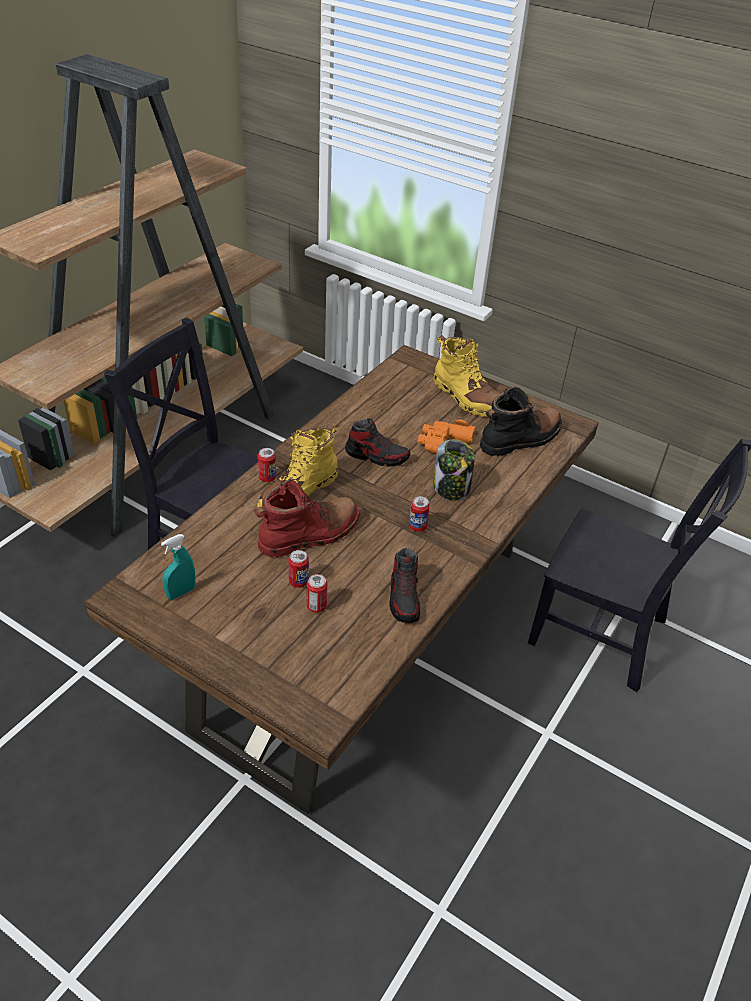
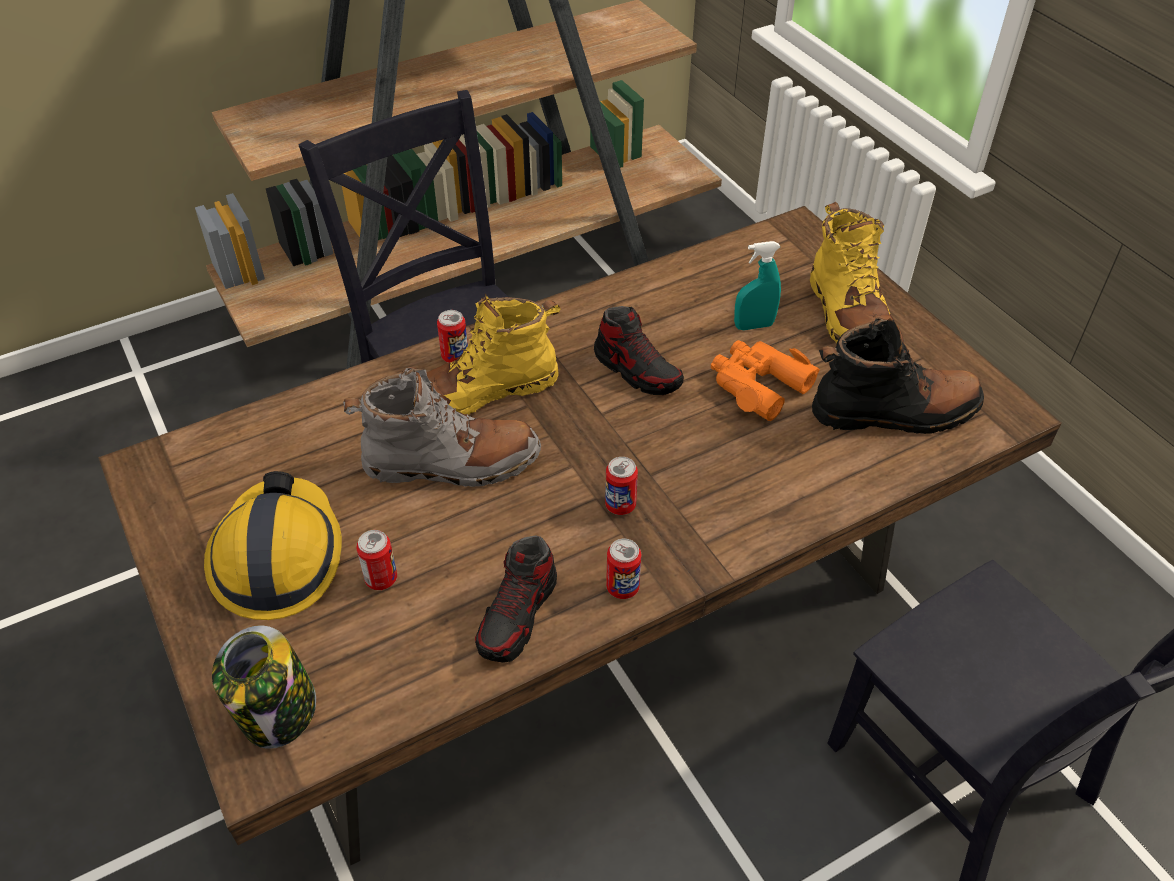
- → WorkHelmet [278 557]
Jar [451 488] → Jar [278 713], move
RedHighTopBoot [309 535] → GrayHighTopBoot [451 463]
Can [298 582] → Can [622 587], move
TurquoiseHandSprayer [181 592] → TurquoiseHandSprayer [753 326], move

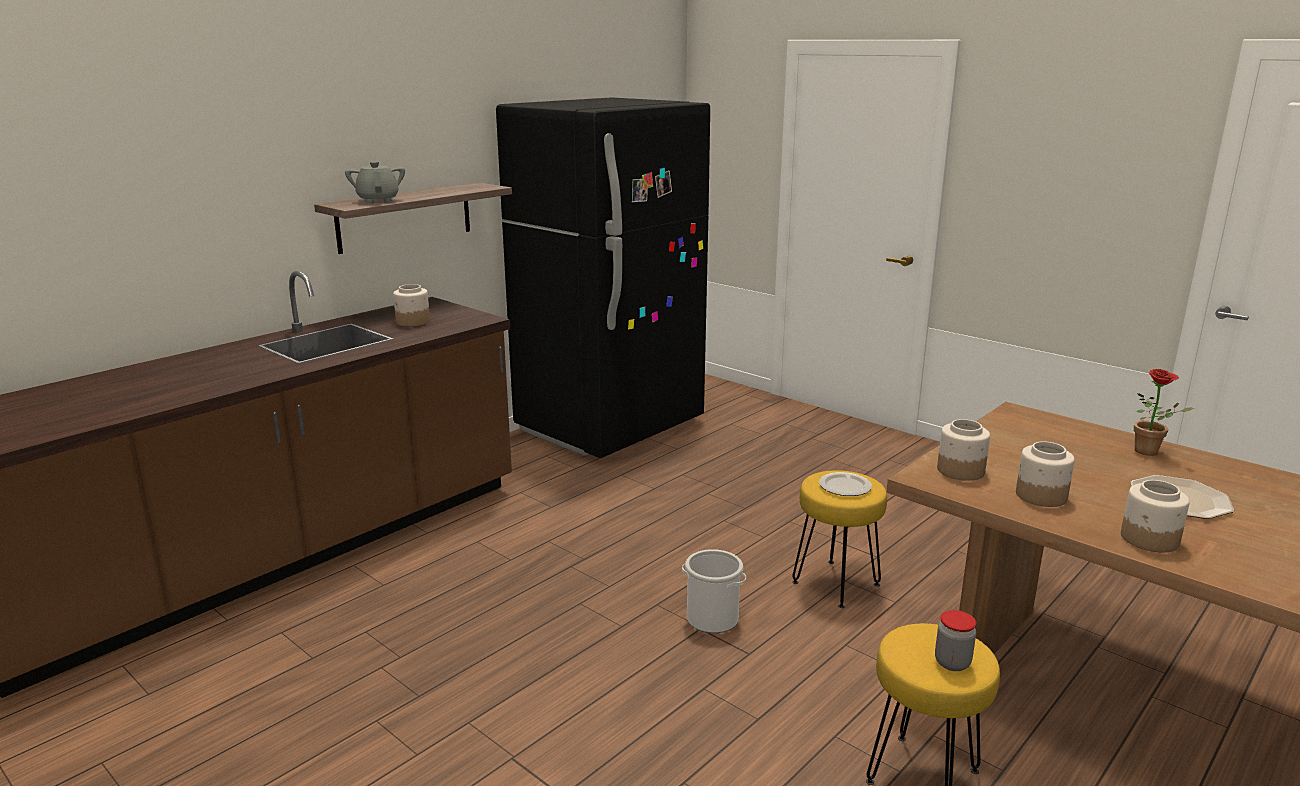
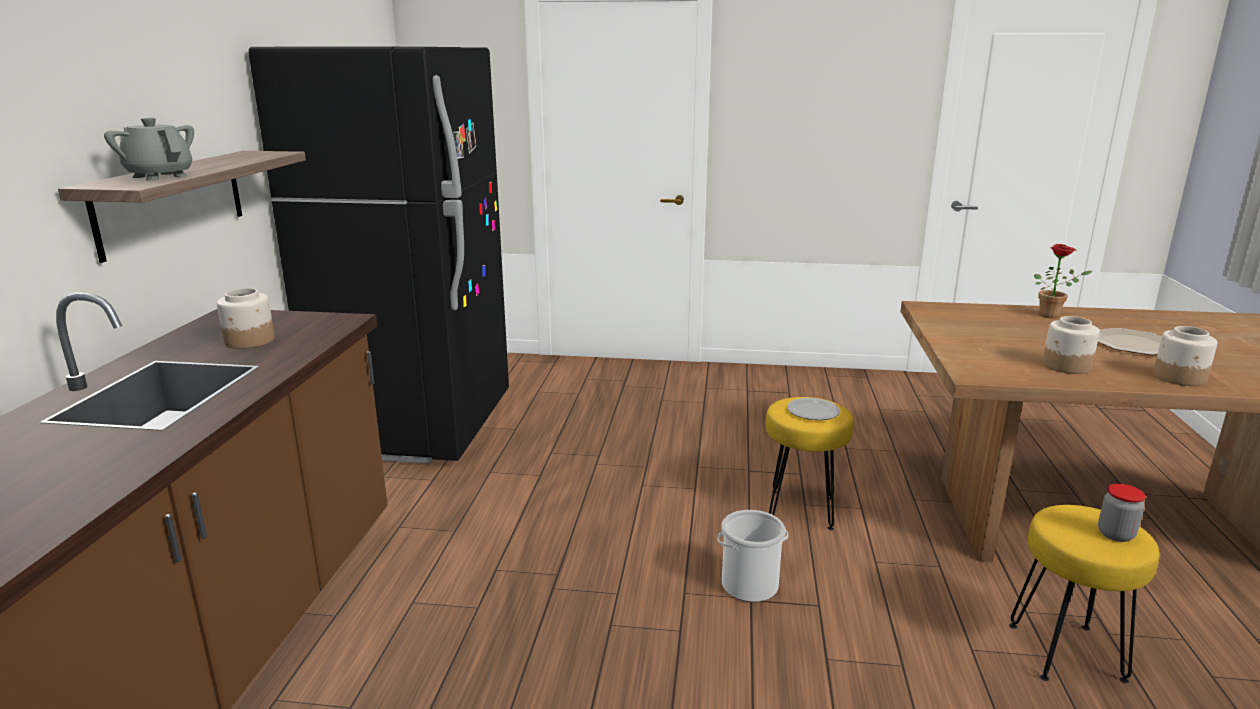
Jar [960 471] → -

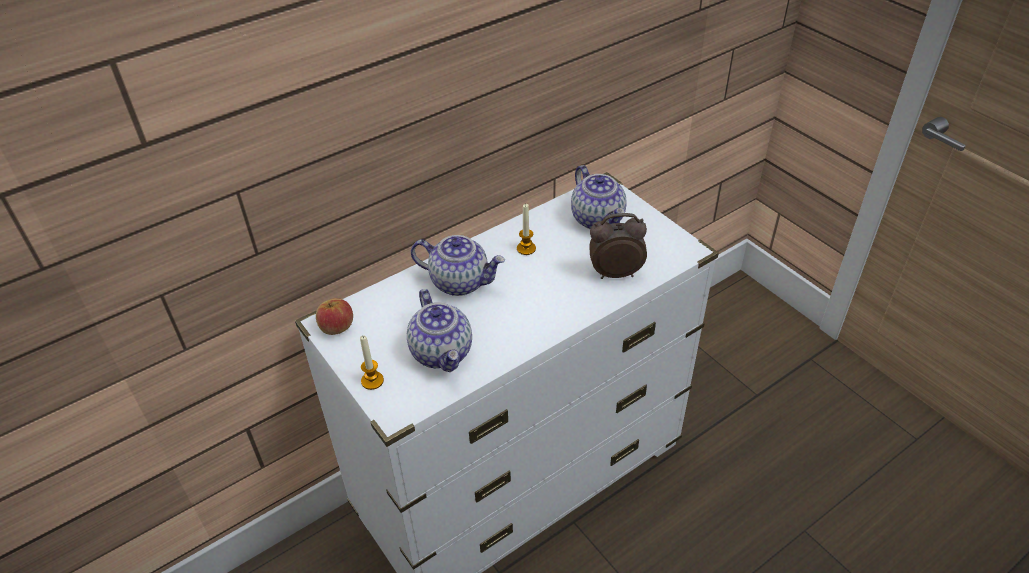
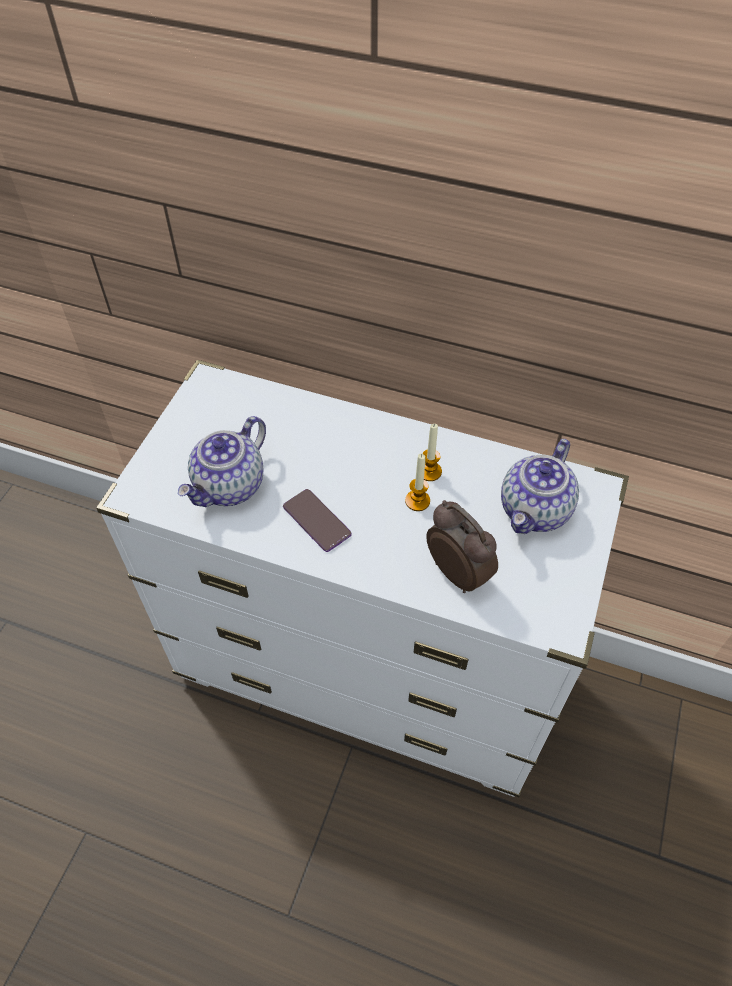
- → Telephone [316 521]
WaxCandle [372 381] → WaxCandle [417 501], move
AppleFruit [336 327] → -
TeaPot [460 282] → -

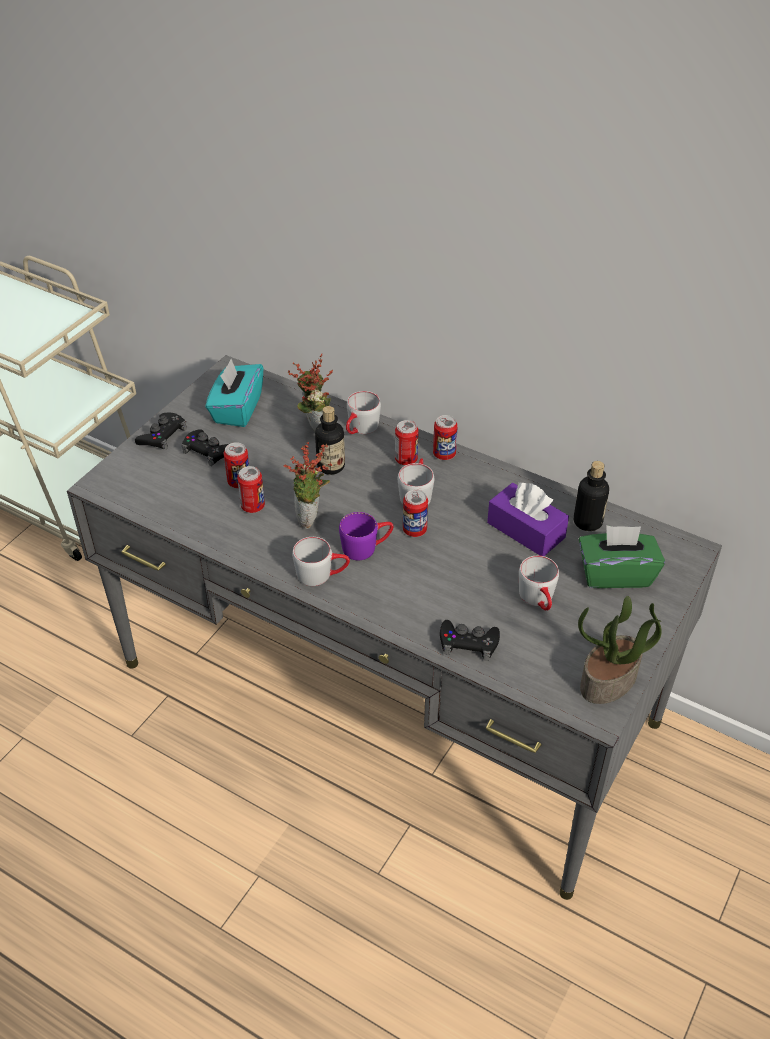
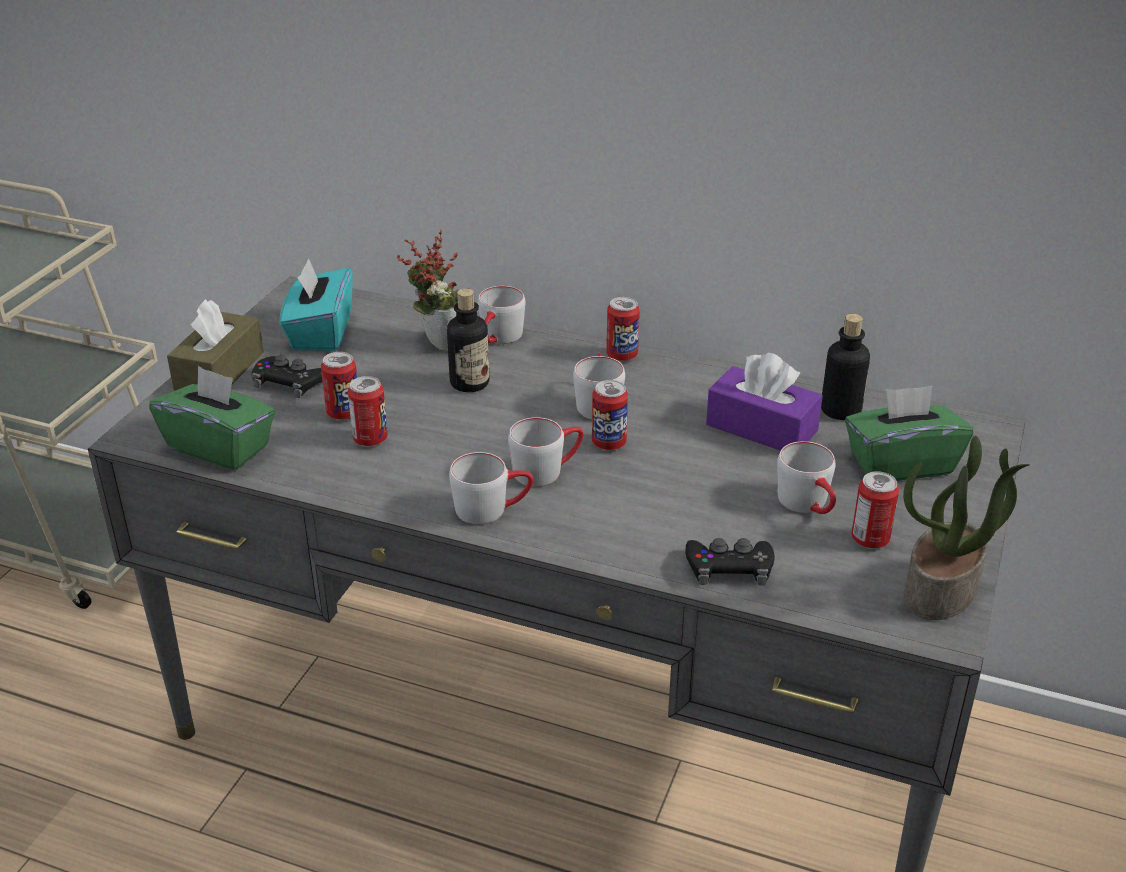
- → GreenColouredBoxOfTissues [220 447]
BlackishJoypad [162 436] → BrownishBoxOfTissues [219 371]
PurpleCoffeeMug [366 547] → GrayCoffeeMug [547 469]
Can [406 459] → Can [870 539], move
PlantInAPot [311 520] → -

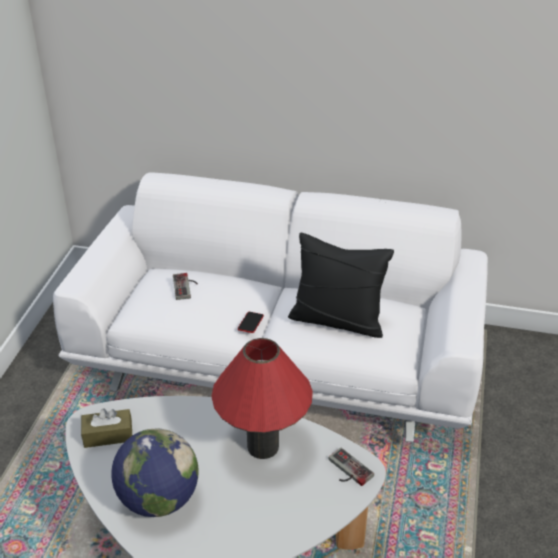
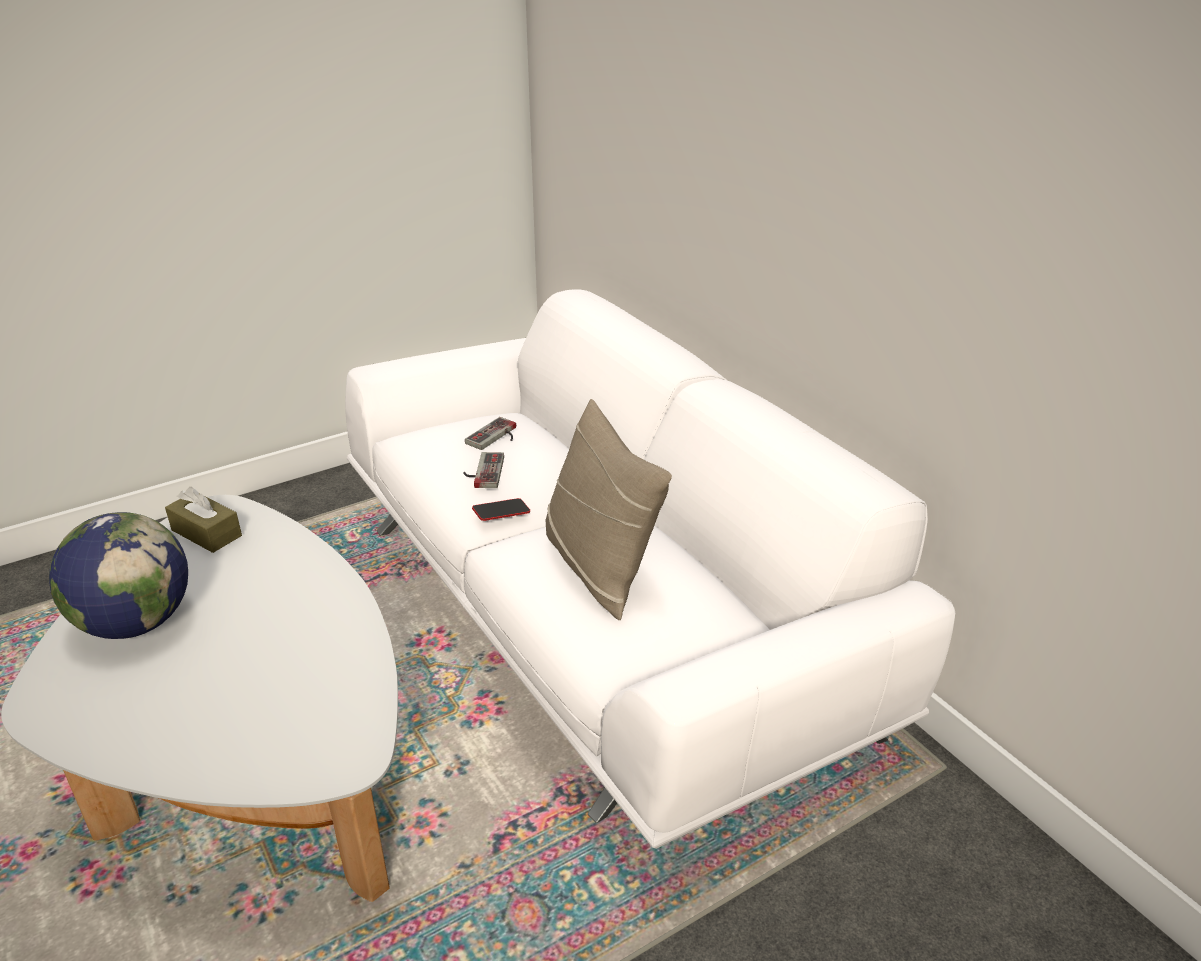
Joypad [347 470] → Joypad [482 472], move
BlackishCushion [337 320] → BeigeColouredCushion [600 567]
RedLampForATable [263 446] → -

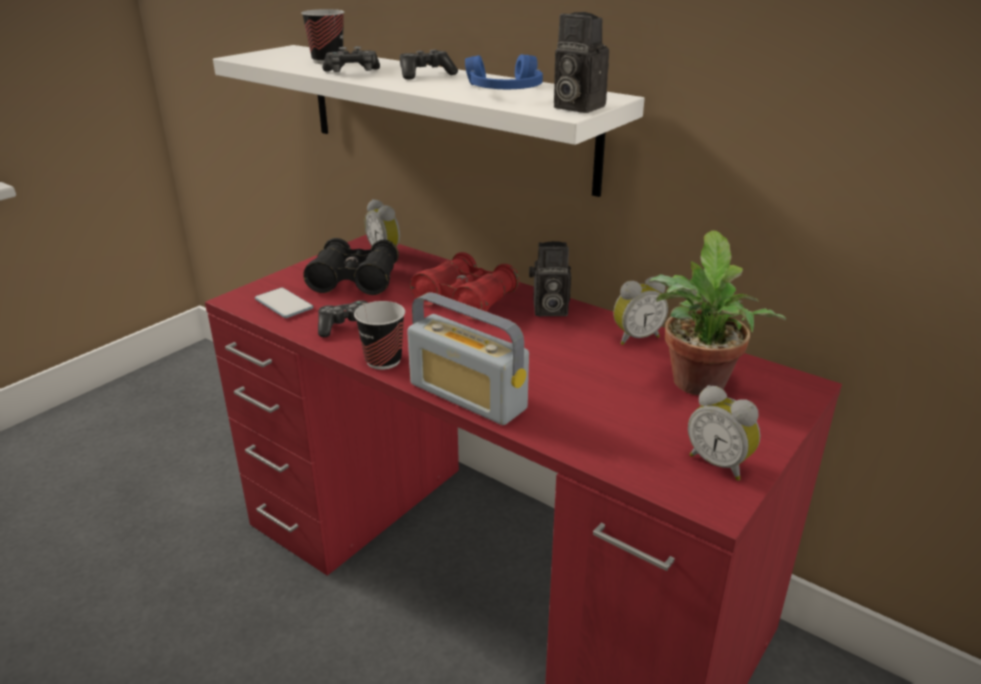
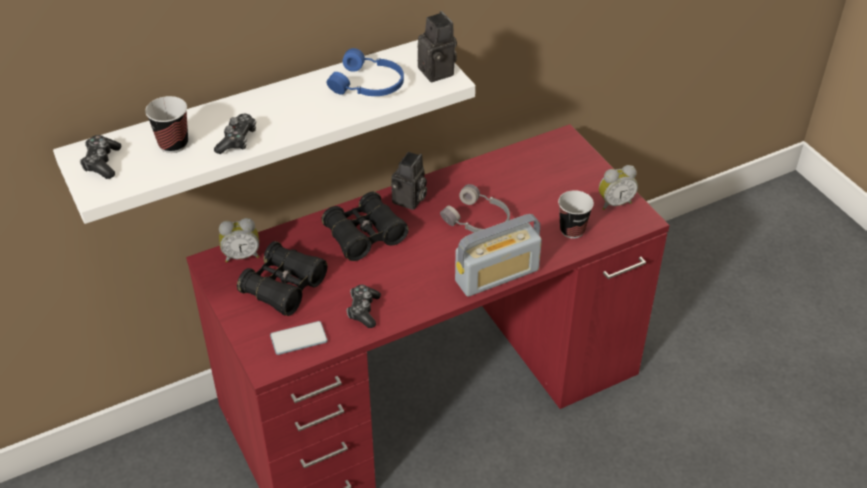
Joypad [426 75] → Joypad [102 163], move
RedFieldGlasses [466 300] → BlackishFieldGlasses [365 236]
StillCamera [575 107] → StillCamera [439 72], 90 degrees counterclockwise
- → GrayPairOfHeadphones [477 220]
Cup [383 361] → Cup [572 230], move
AlarmClock [635 337] → -
PlantInAPot [698 386] → -

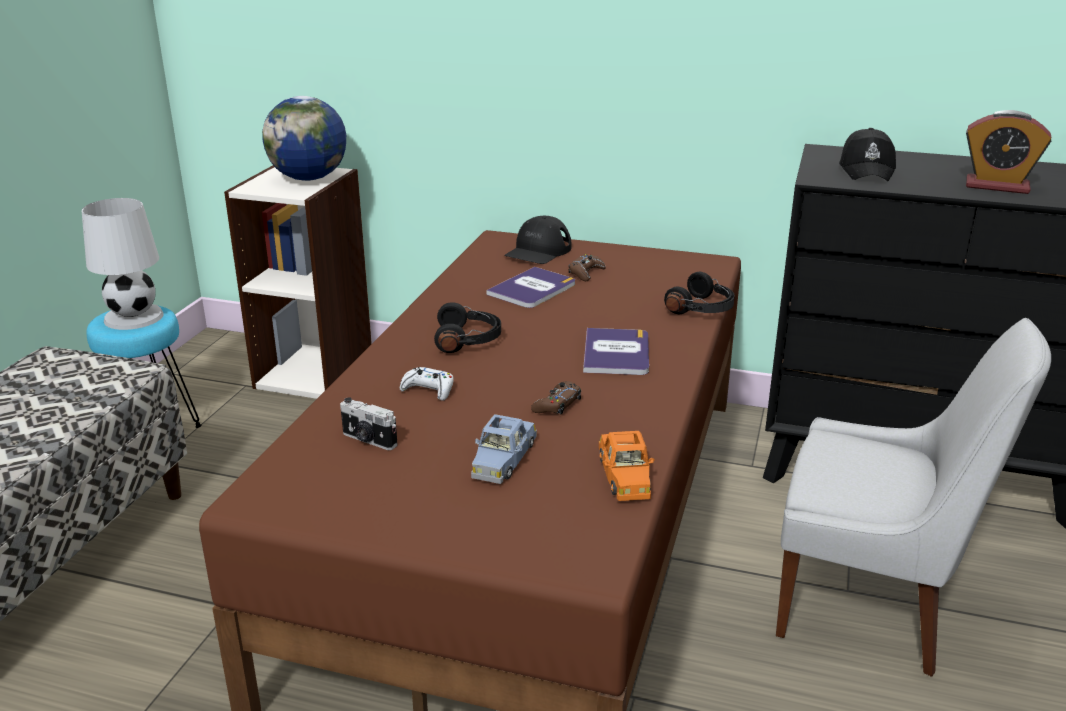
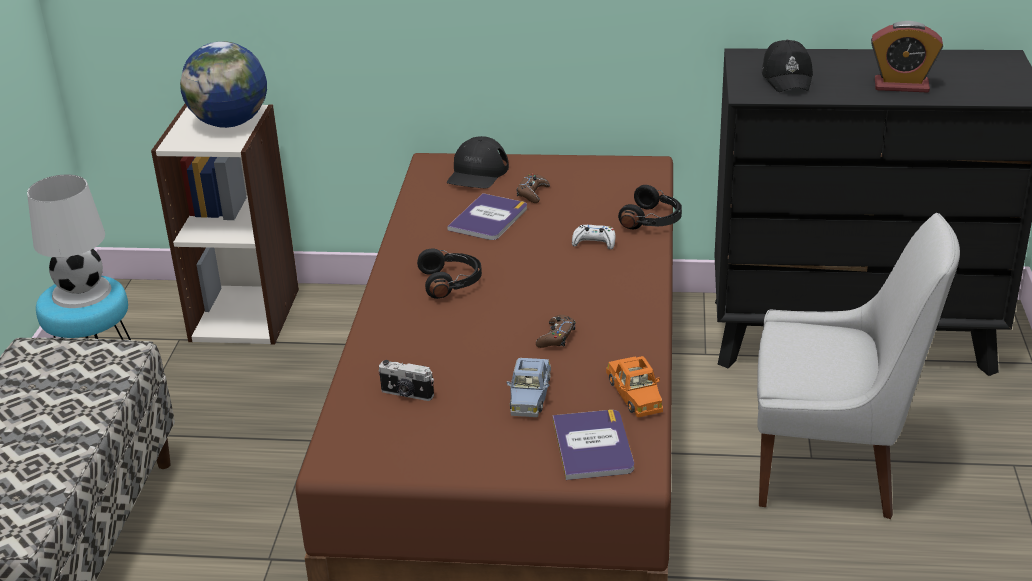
Volume [616 353] → Volume [593 446], move
WhiteColouredJoypad [428 390] → WhiteColouredJoypad [594 242], move

